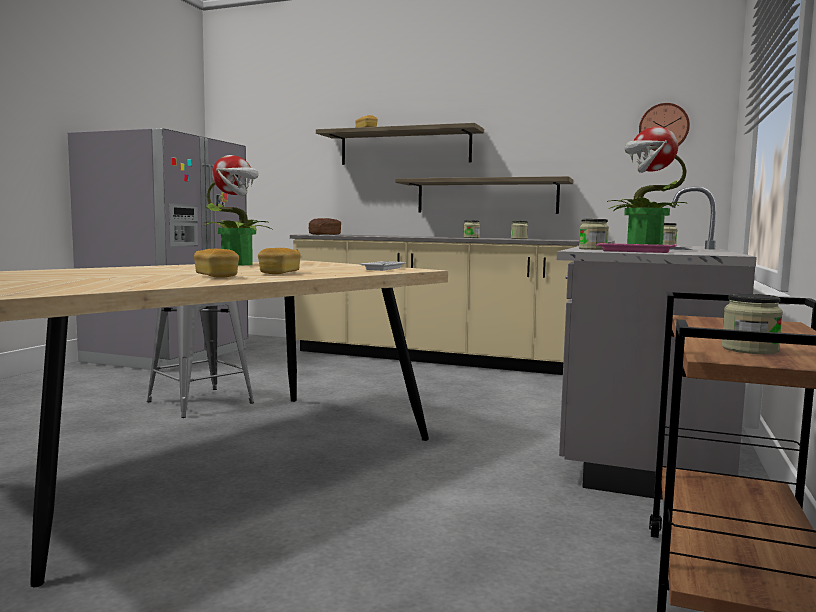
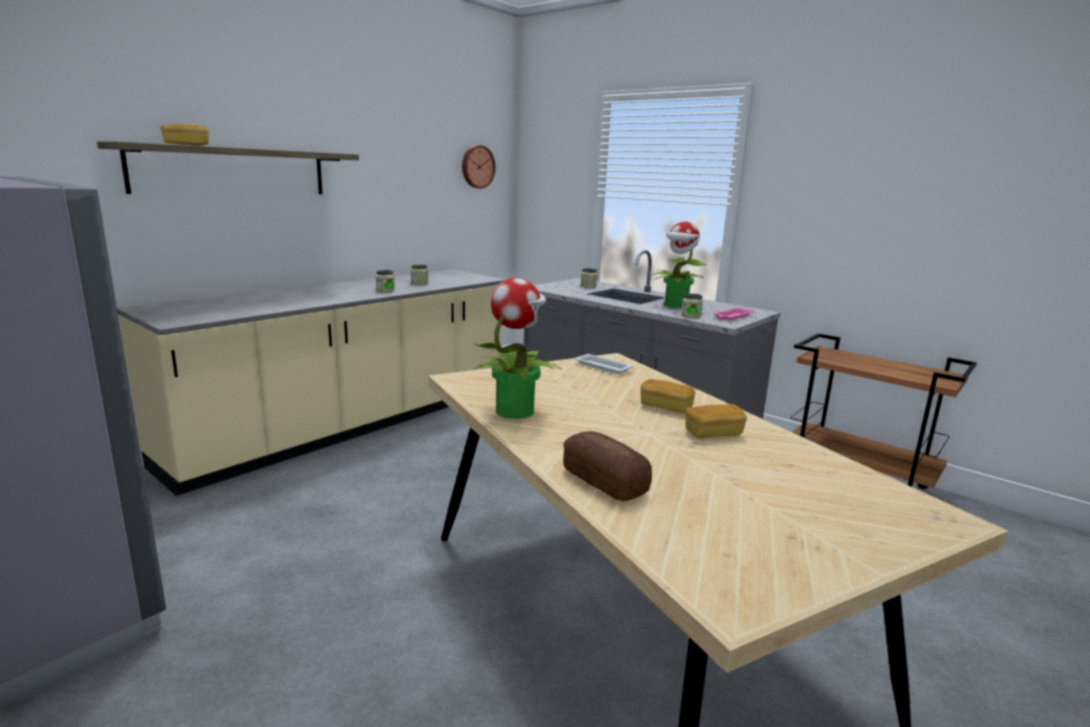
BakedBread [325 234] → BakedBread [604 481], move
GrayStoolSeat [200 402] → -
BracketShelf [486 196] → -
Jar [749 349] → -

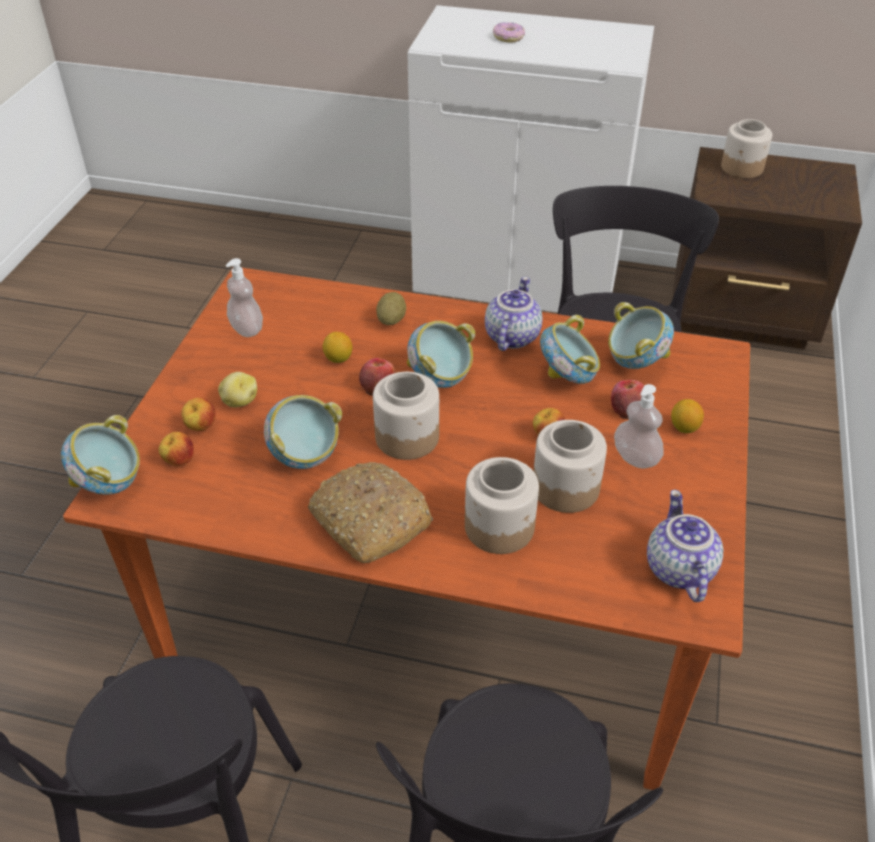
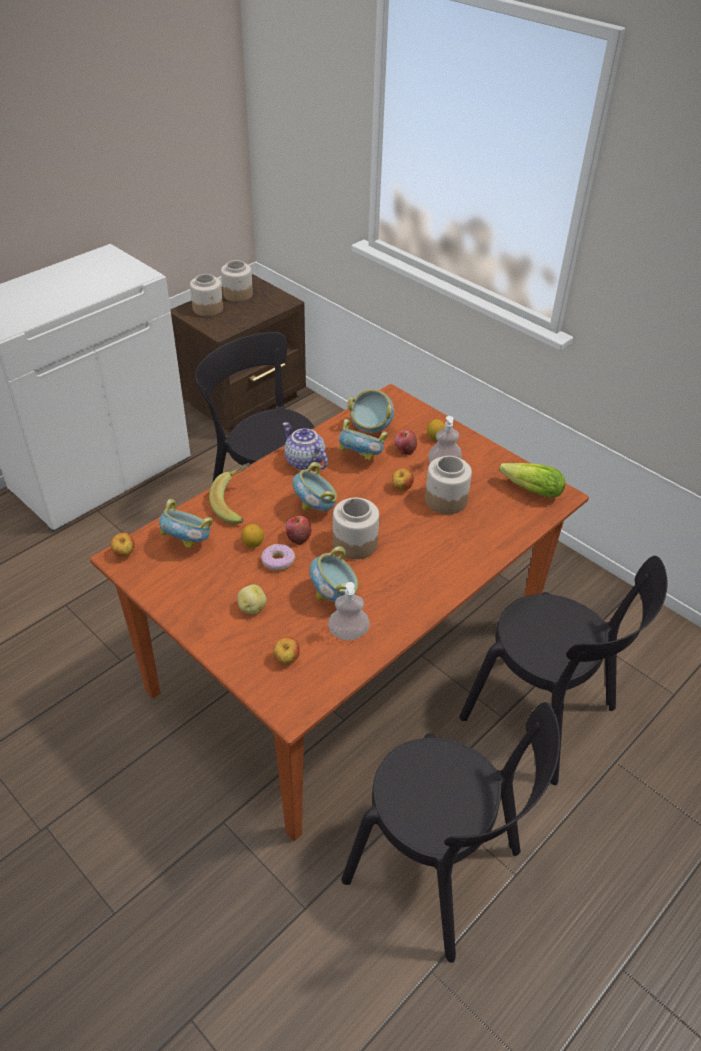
AppleFruit [200 427] → AppleFruit [124 554], move
DeepDish [110 484] → DeepDish [188 542], move
Potato [391 320] → WholeBanana [237 504]
Jar [500 527] → Jar [238 294], move
Donut [508 37] → Donut [278 561], move
SoapBottle [247 329] → SoapBottle [348 633], move
TeaPot [677 569] → LettuceHead [528 489]
BakedBread [368 521] → -

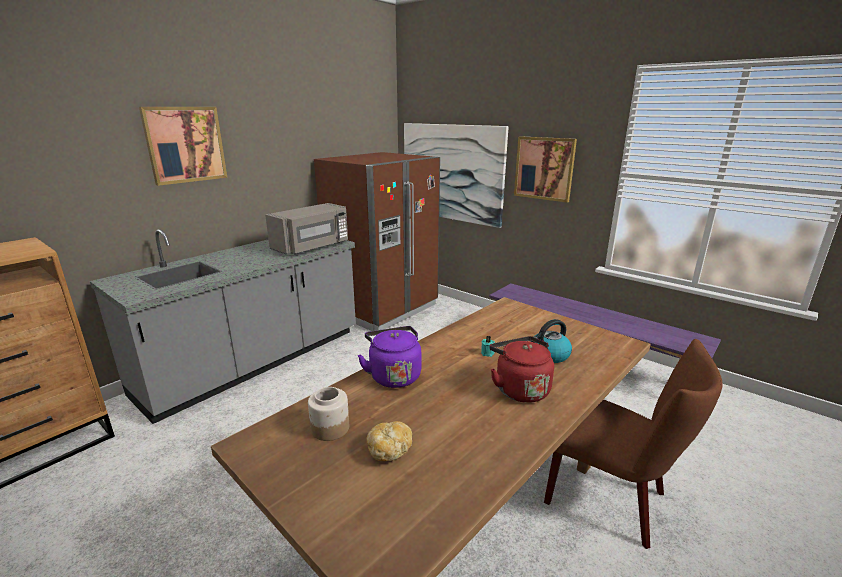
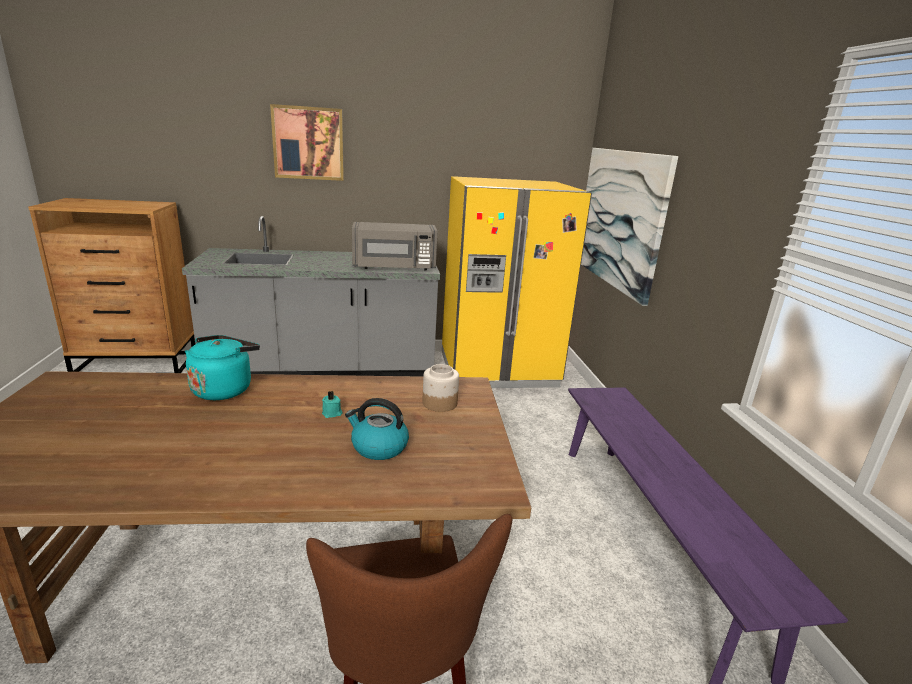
PurpleWaterKettle [393 375] → TurquoiseWaterKettle [224 389]
Jar [330 428] → Jar [439 403], move
BrownishKitchenFridge [383 308] → YellowColouredKitchenFridge [498 370]
BakedBread [389 449] → -
RedWaterKettle [519 389] → -
Picture [544 168] → -

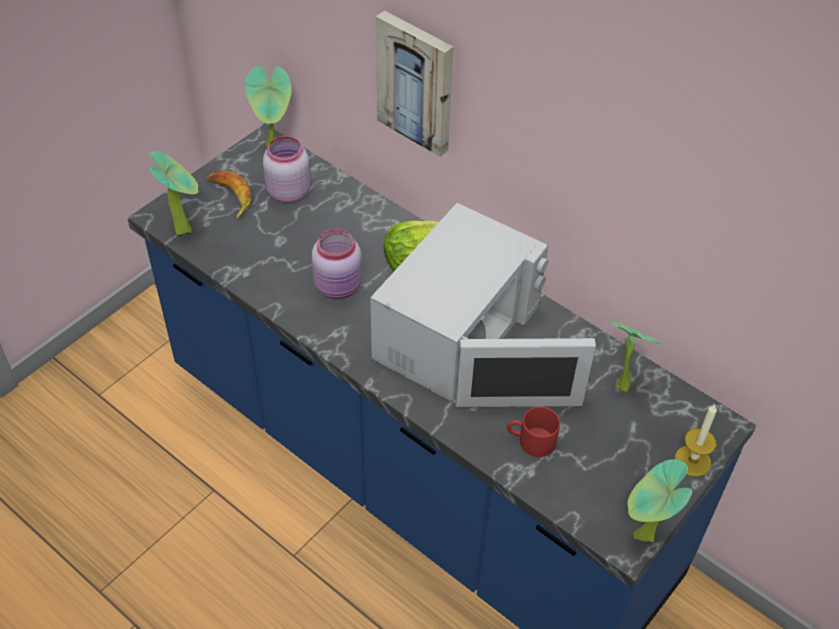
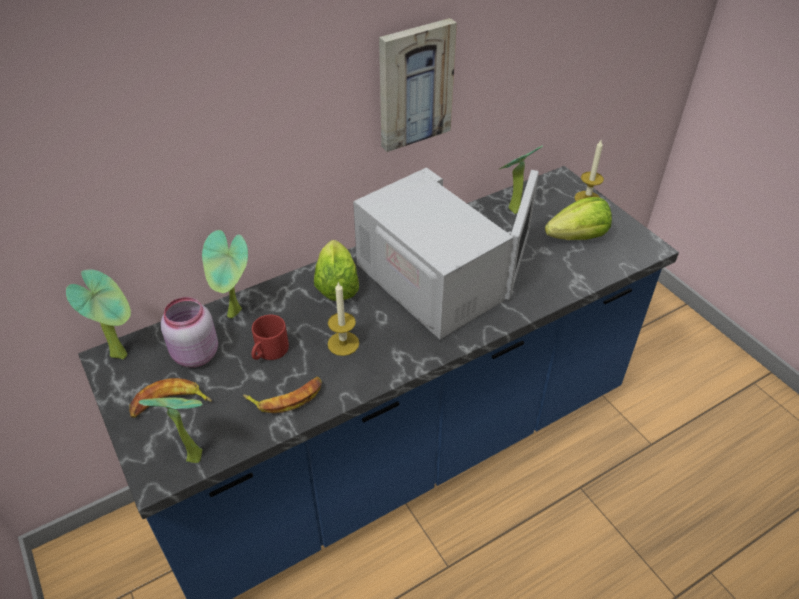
PlantInAPot [641 539] → PlantInAPot [235 315], move
- → WholeBanana [286 397]
RedCoffeeMug [530 441] → RedCoffeeMug [269 352], move
PinkColouredJar [339 287] → WaxCandle [343 343]
Picture [417 82] → Picture [414 84], move
- → LettuceHead [578 237]

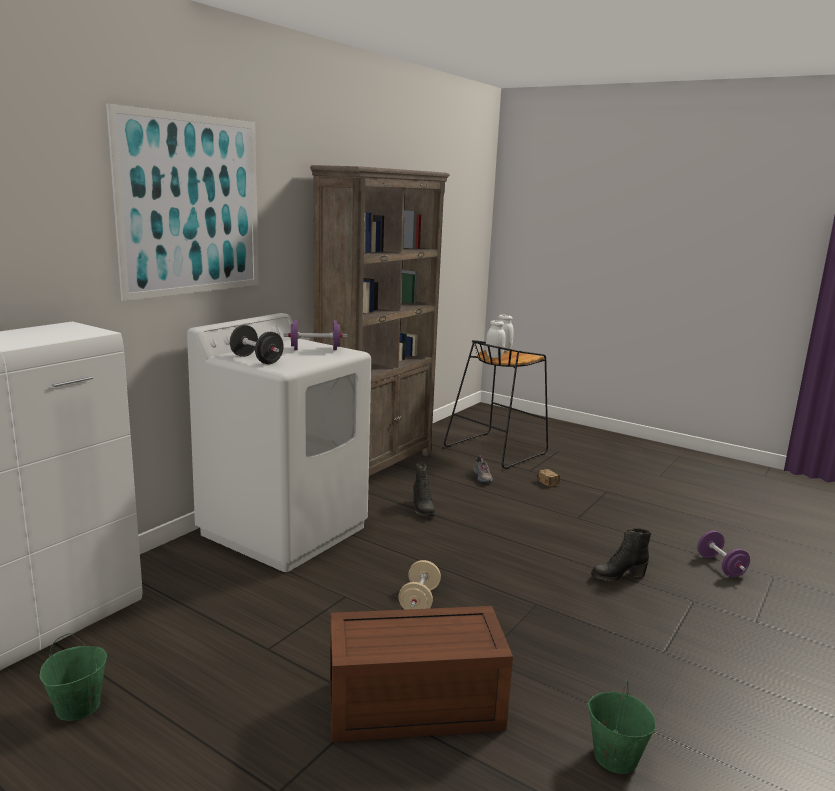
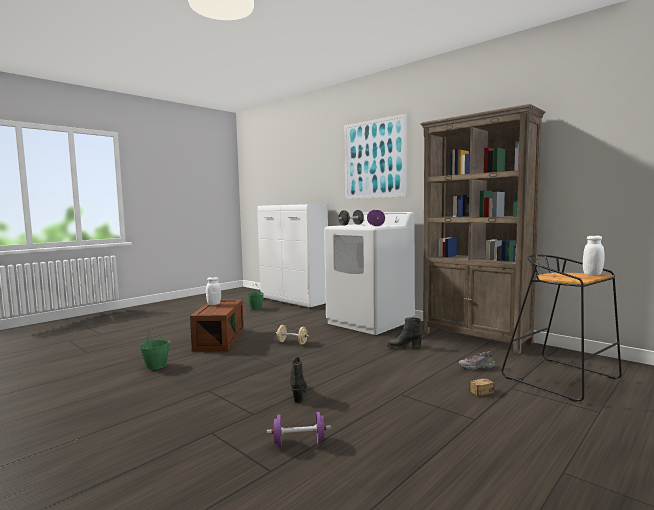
WhiteColouredJar [494 357] → WhiteColouredJar [214 304], move

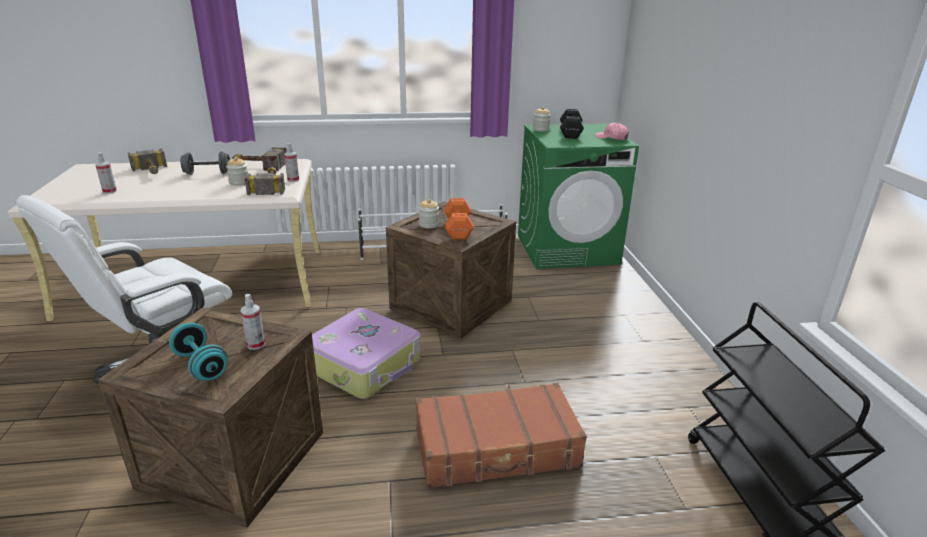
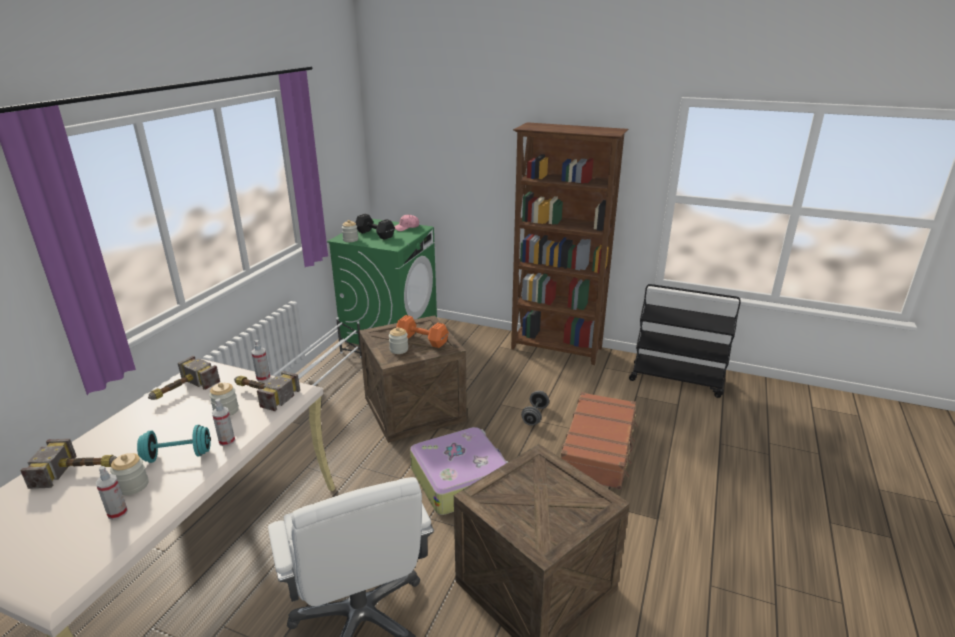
- → Jar [133 486]
TurquoiseFreeWeight [201 365] → TurquoiseFreeWeight [178 455], move
HandSprayer [256 344] → HandSprayer [227 441], move
- → BrownishBookshelf [557 349]
GrayFreeWeight [208 173] → GrayFreeWeight [535 415], move

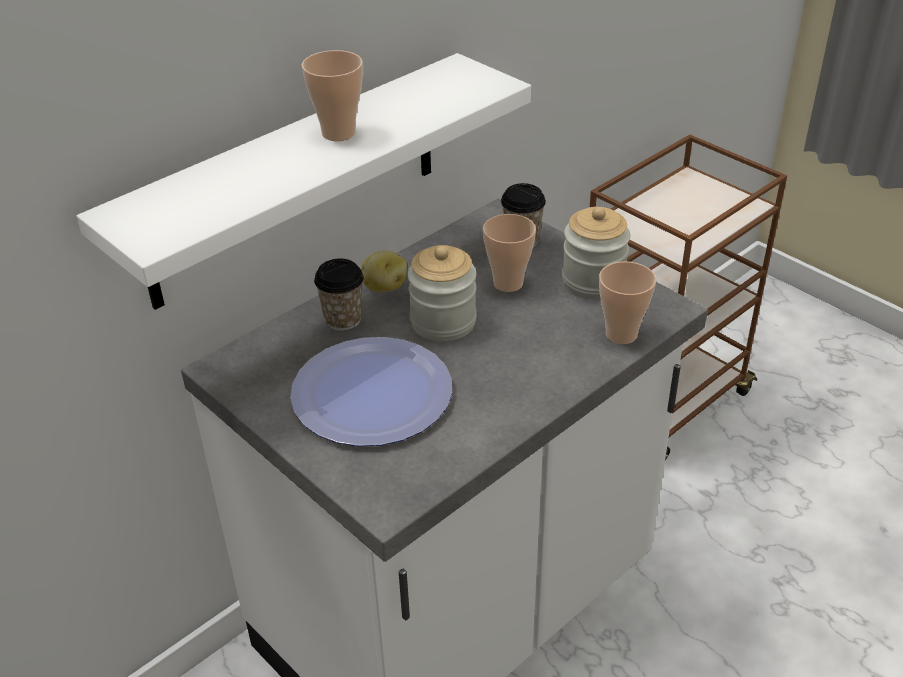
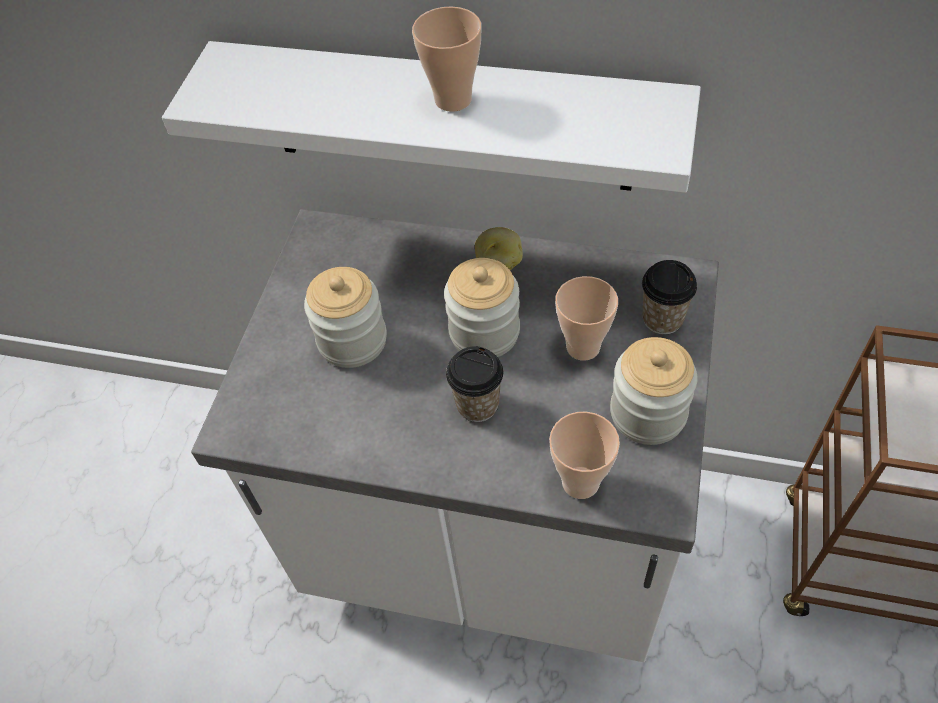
FlatDish [371 394] → Jar [352 340]
Cup [343 319] → Cup [477 404], move

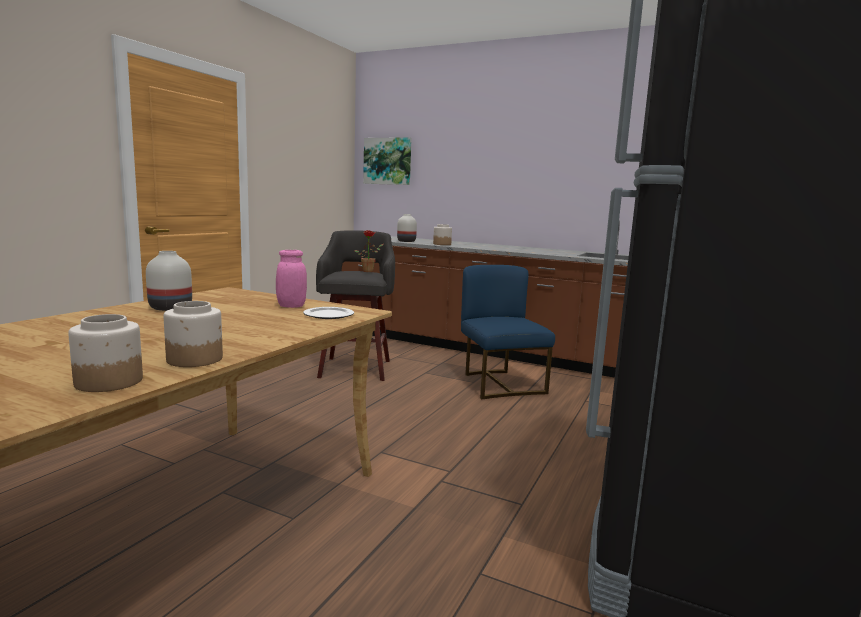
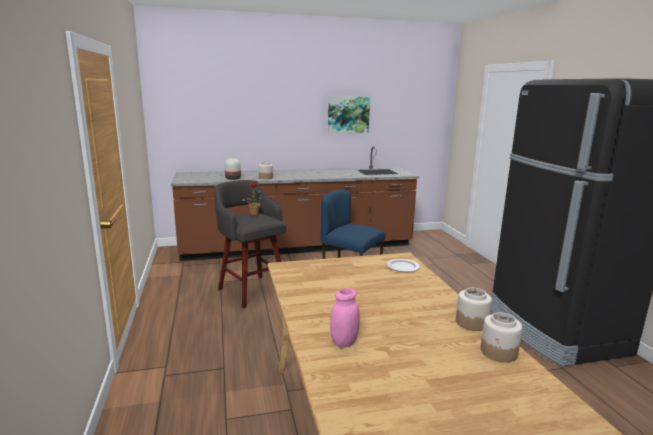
Picture [387 161] → Picture [348 115], move
PinkColouredJar [291 306] → PinkColouredJar [344 342], move
WhiteColouredVase [169 308] → -

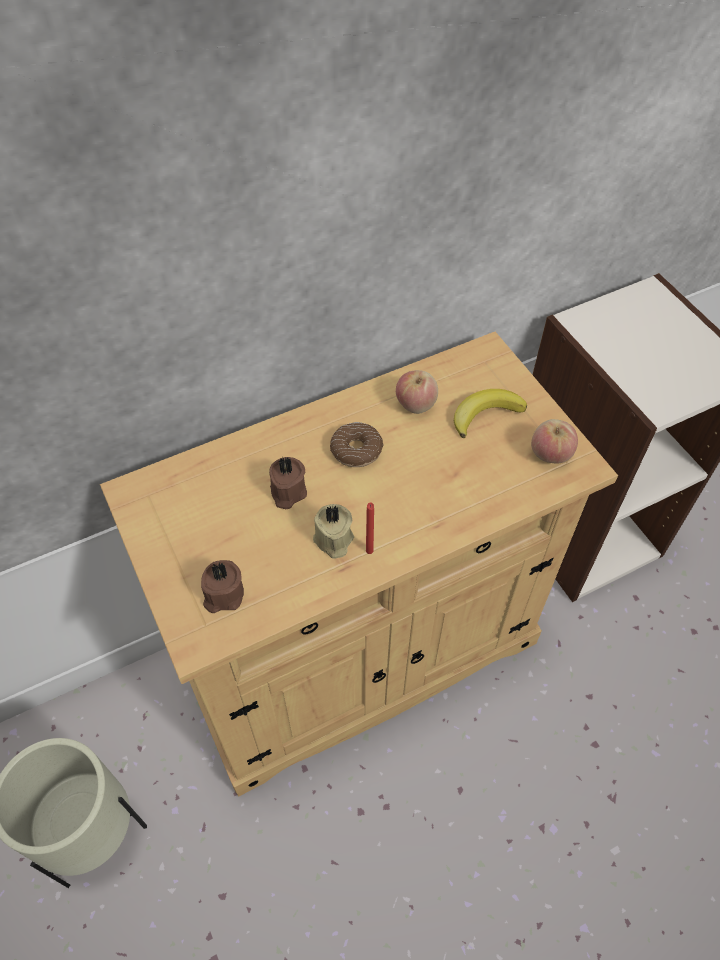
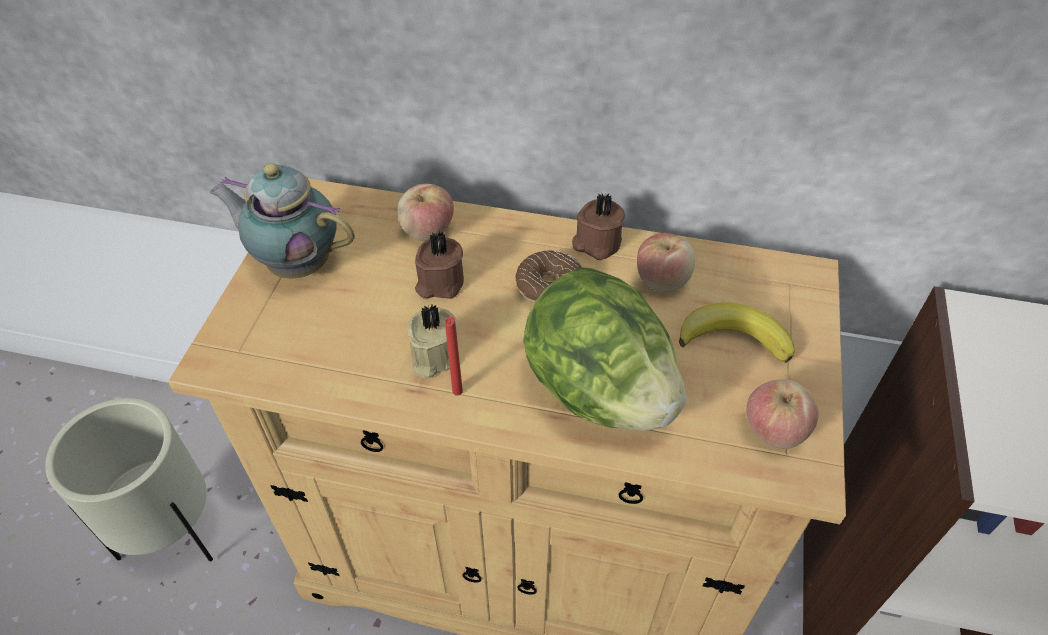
- → TeaPot [296 264]
- → AppleFruit [427 231]
- → LettuceHead [598 390]
BrownishWaxCandle [223 595] → BrownishWaxCandle [596 243], move

